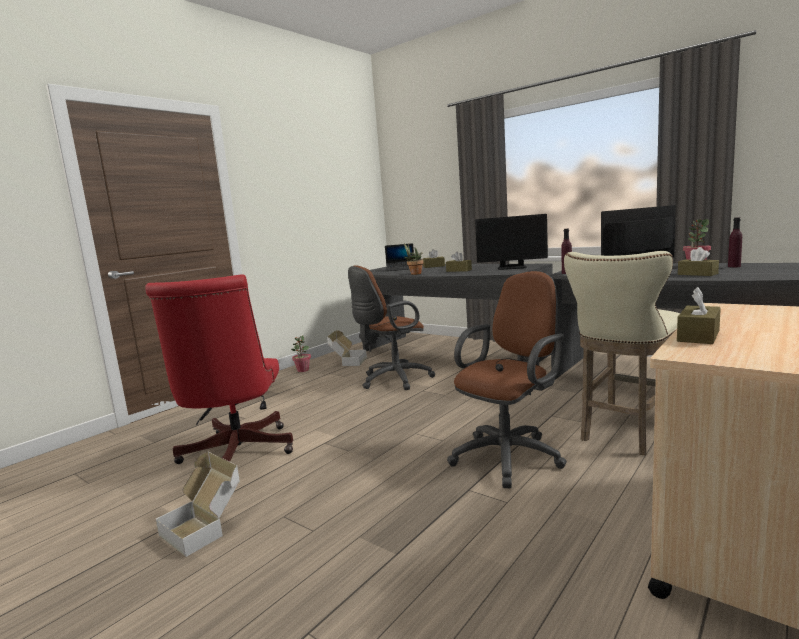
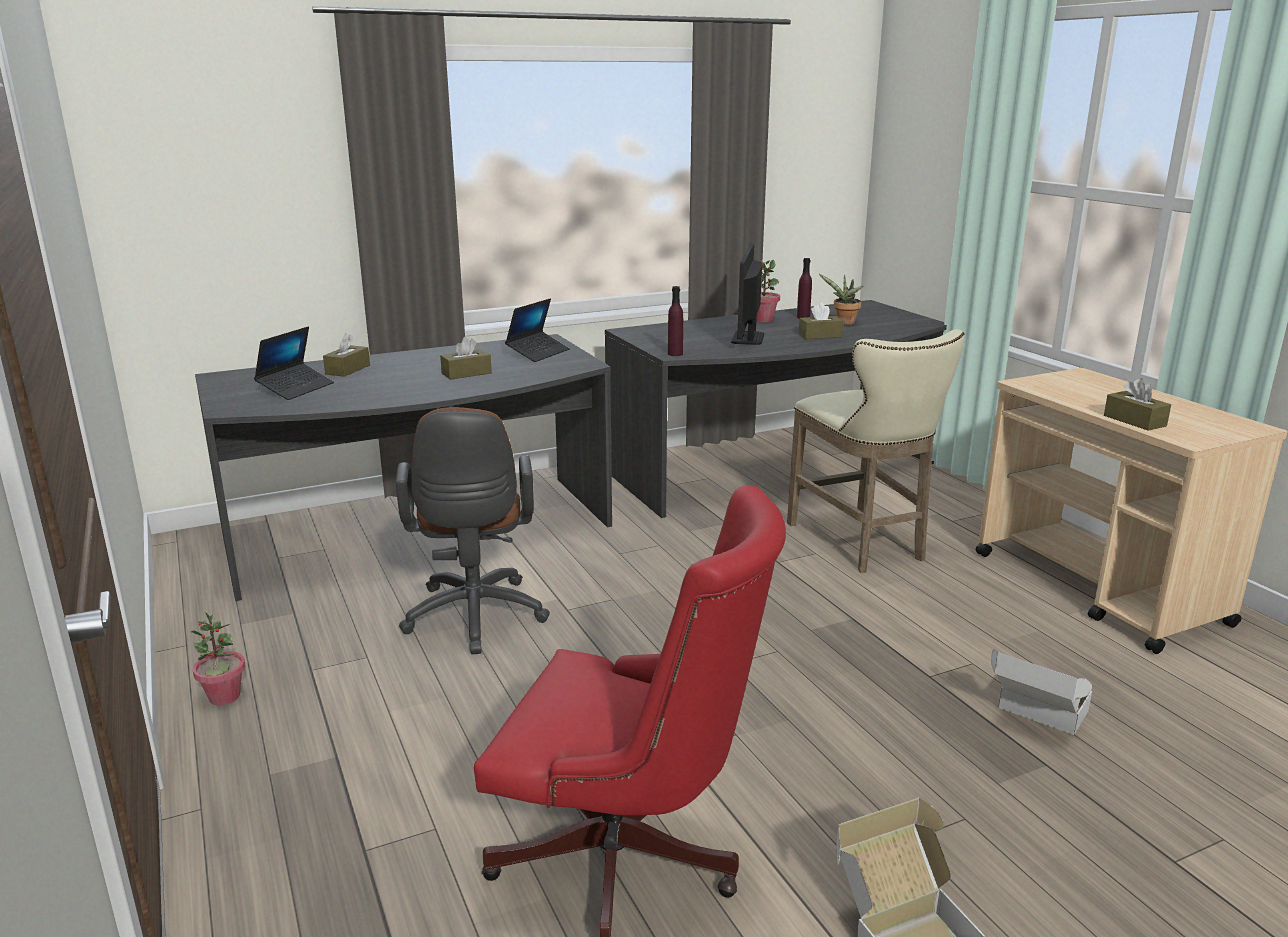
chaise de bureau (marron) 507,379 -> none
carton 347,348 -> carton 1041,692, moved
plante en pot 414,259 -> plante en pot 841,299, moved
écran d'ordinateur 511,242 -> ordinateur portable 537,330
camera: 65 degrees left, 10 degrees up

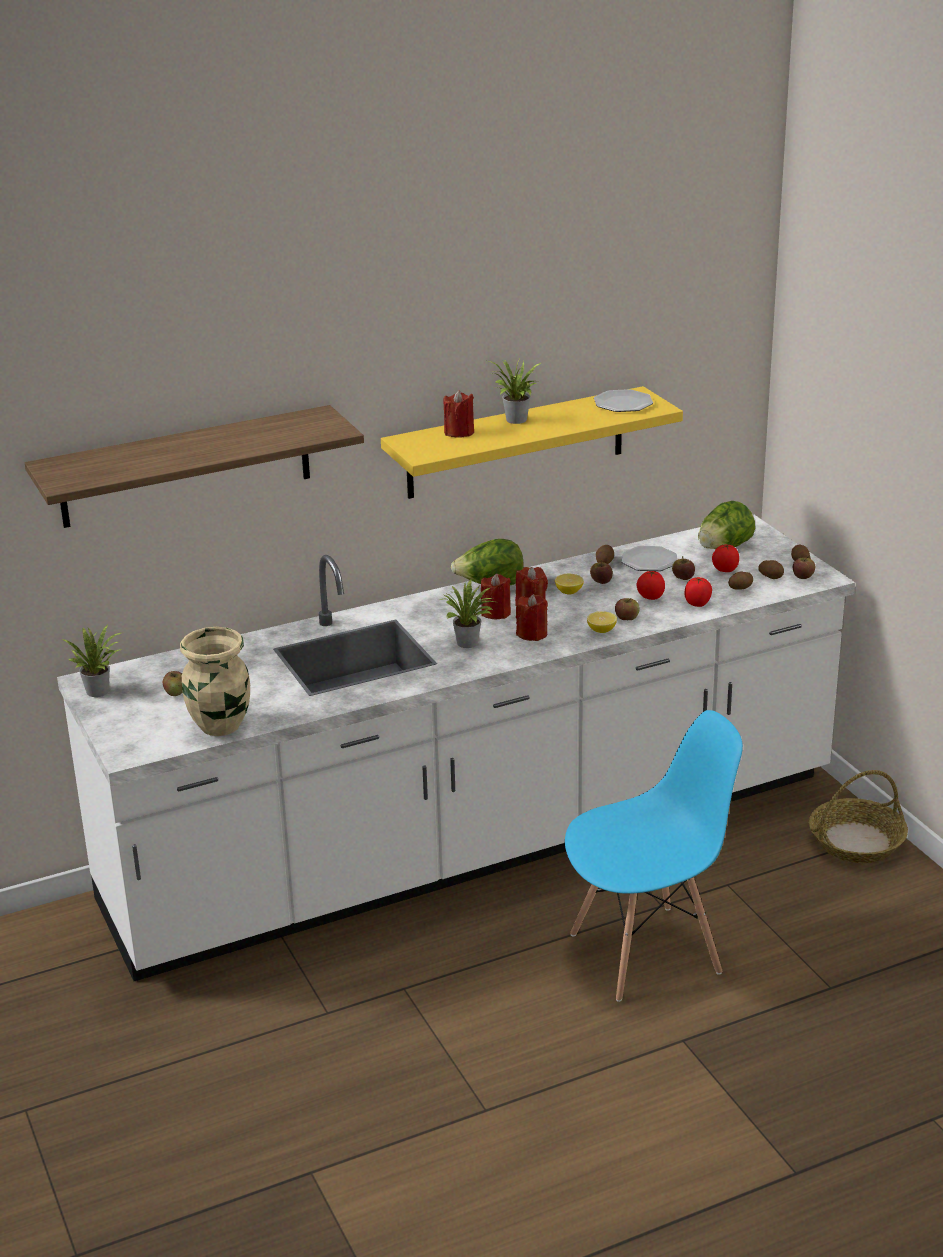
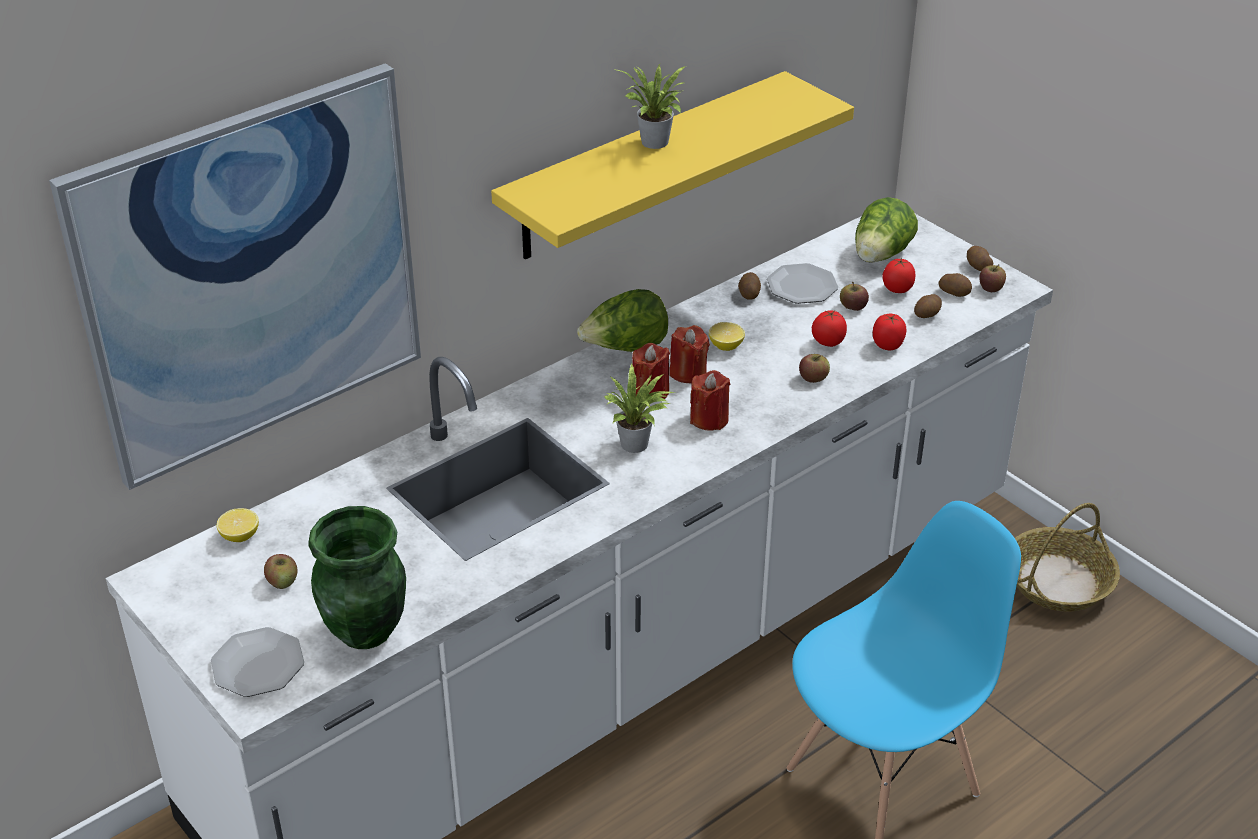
plante en pot 91,660 -> none
bougie (rouge) 458,414 -> none
pomme 601,572 -> none
citron 602,622 -> citron 238,525, moved
assiette 623,400 -> assiette 257,662, moved
étagère 194,466 -> tableau 235,276
vase (beige) 215,681 -> vase (vert) 357,577
camera: 15 degrees left, 10 degrees up

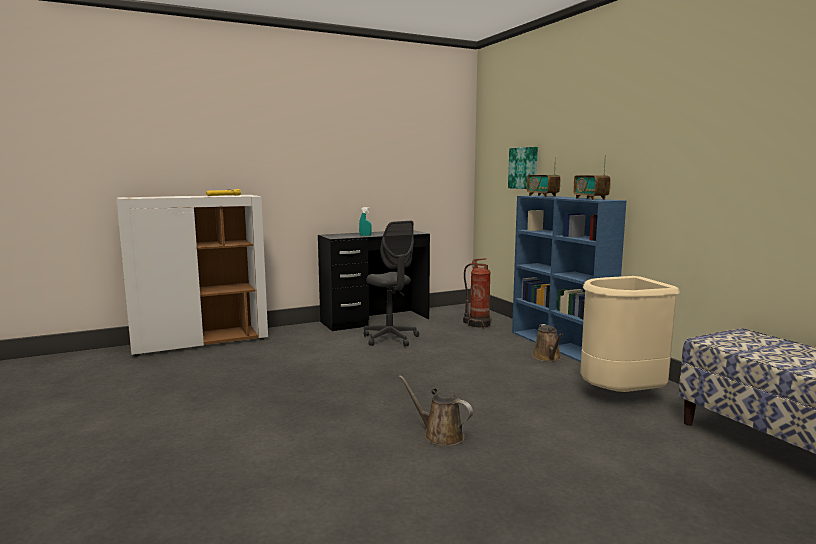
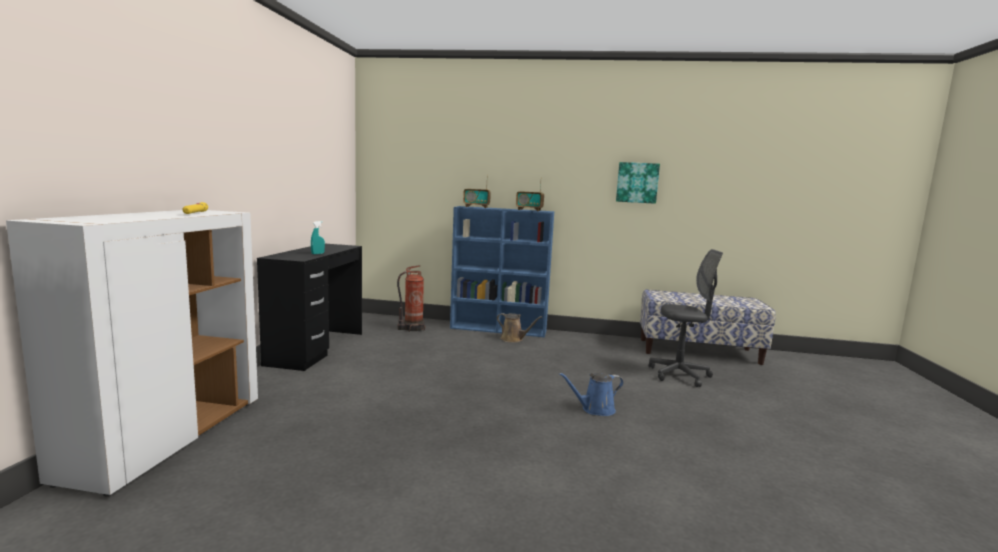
poubelle (beige) 630,334 -> none
chaise de bureau (gris) 391,284 -> chaise de bureau (gris) 686,318, moved
tableau 523,168 -> tableau 638,183, moved
arrosoir (marron) 436,410 -> arrosoir (bleu) 591,394
camera: 55 degrees left, 0 degrees up

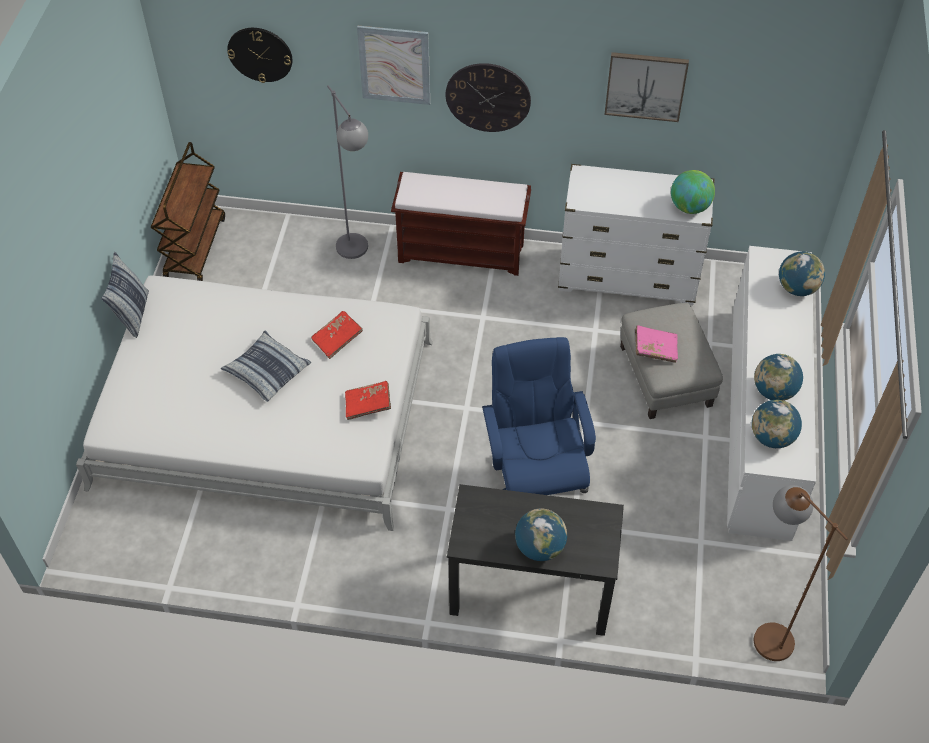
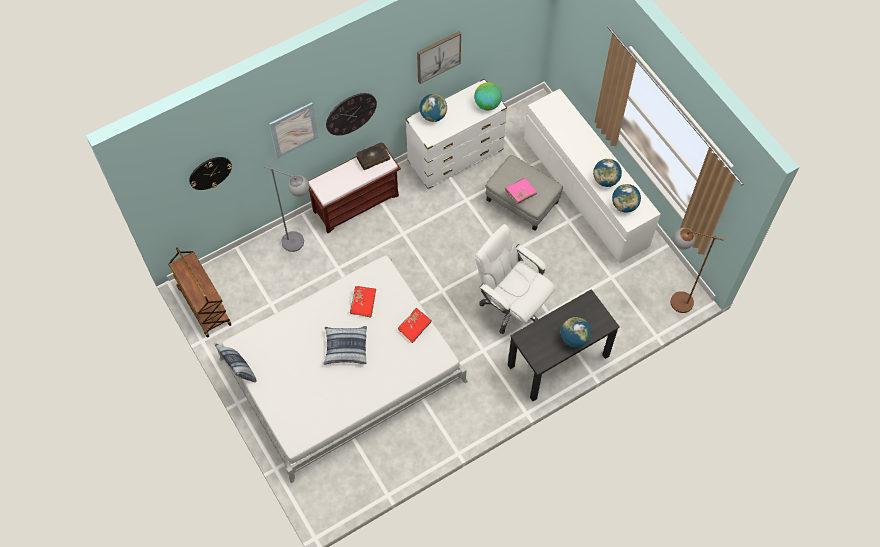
none -> livre 373,156
globe 802,274 -> globe 433,108, moved
chaise de bureau (bleu) 539,416 -> chaise de bureau (blanc) 515,279
camera: 40 degrees left, 10 degrees up

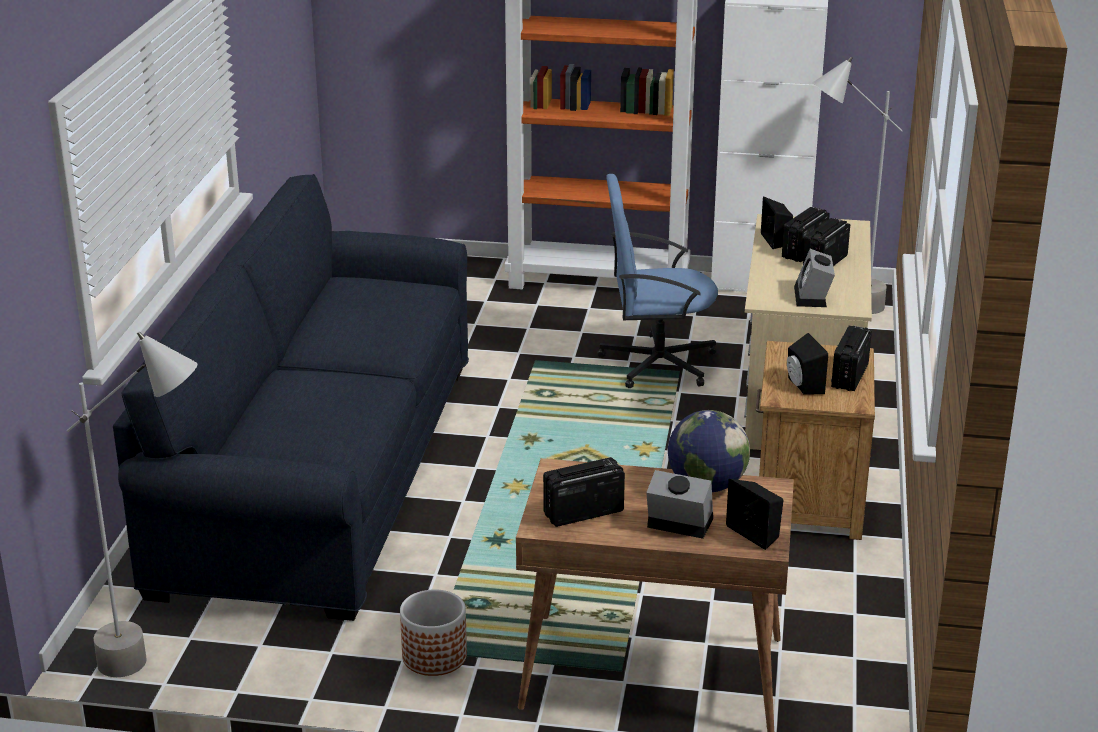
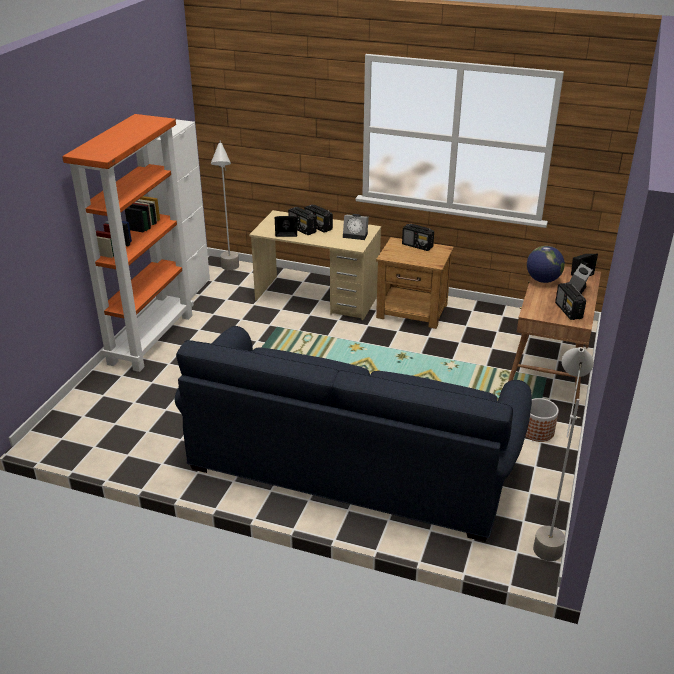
chaise de bureau (bleu) 657,281 -> none
enceinte (noir) 807,364 -> none
camera: 80 degrees left, 5 degrees up

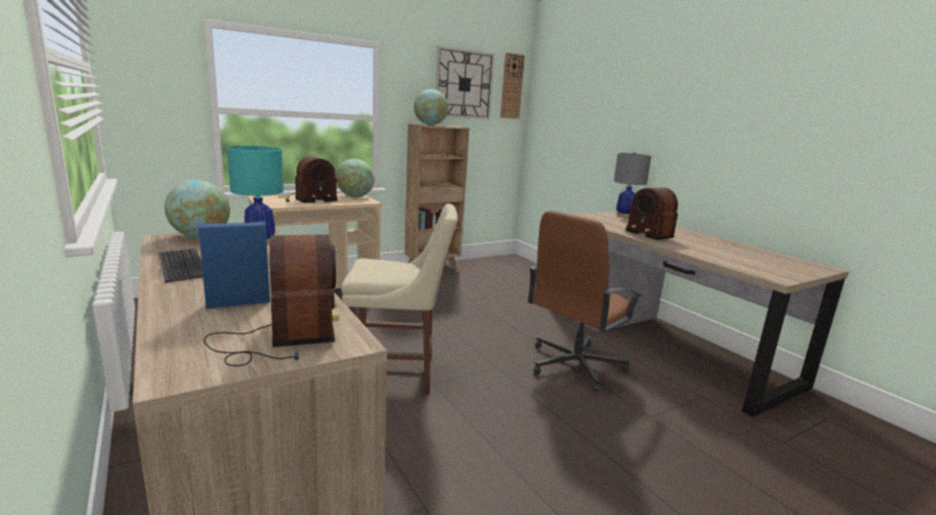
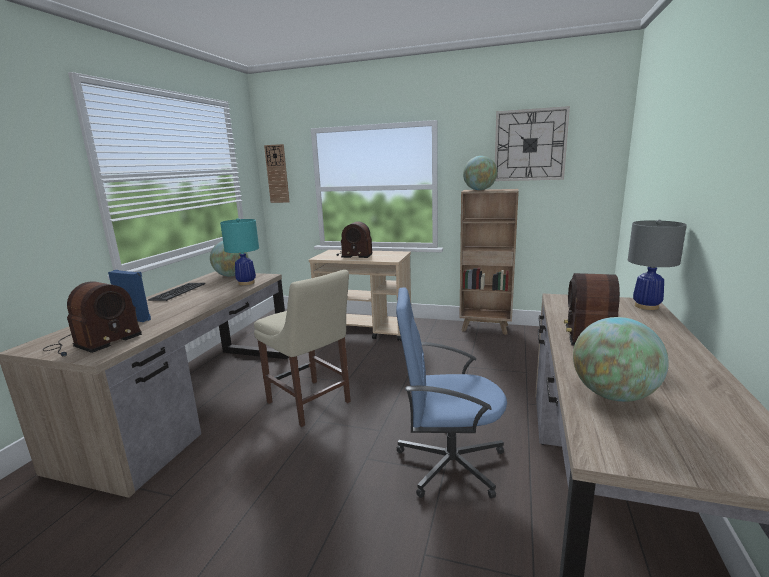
globe 355,178 -> globe 621,359, moved
horloge murale 512,85 -> horloge murale 277,173, moved
chaise de bureau (marron) 584,301 -> chaise de bureau (bleu) 451,393
camera: 50 degrees right, 0 degrees up

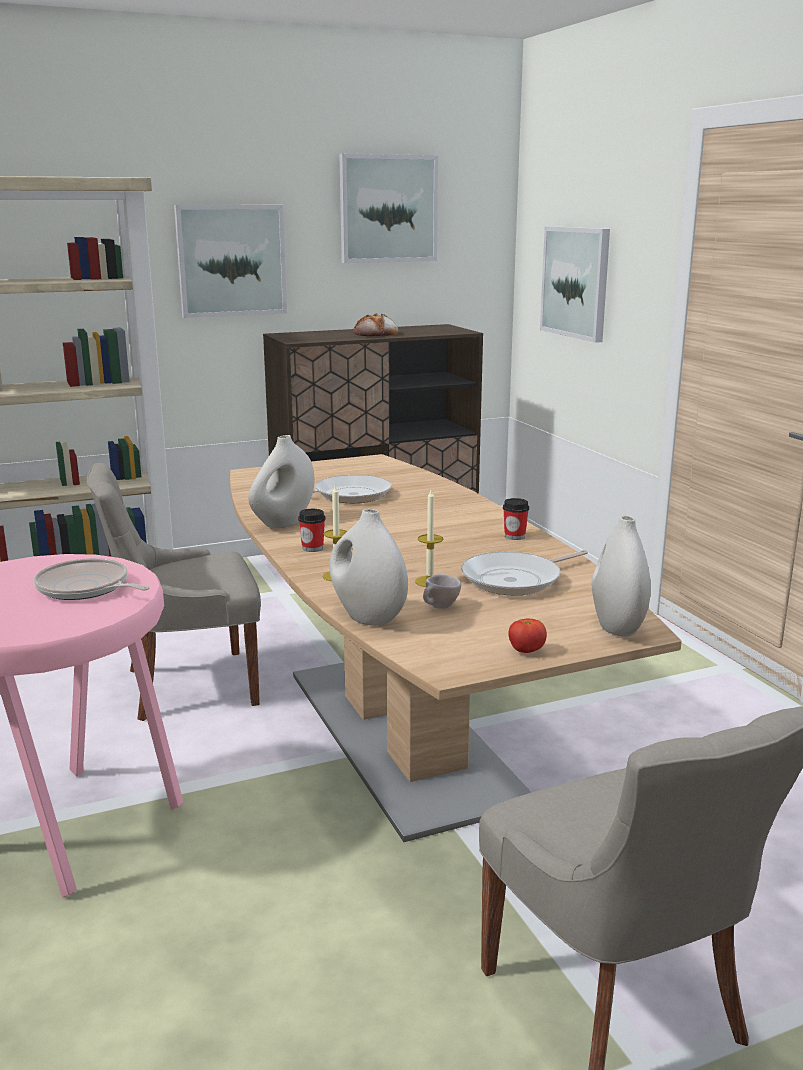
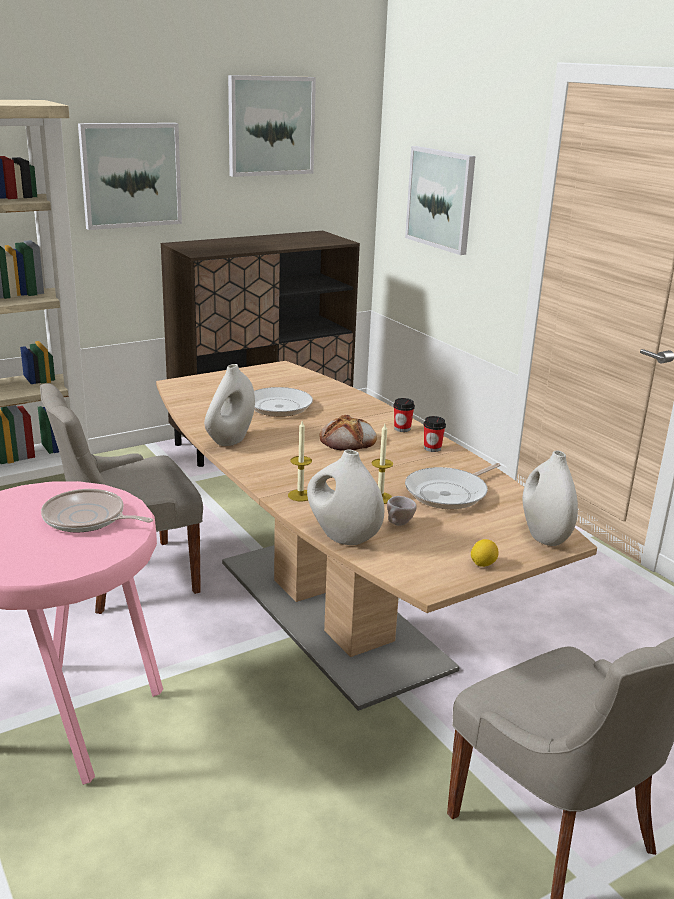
tasse 312,530 -> tasse 404,415, moved
pain 375,324 -> pain 348,433, moved
tomate 527,636 -> citron 485,553
camera: 10 degrees left, 5 degrees up

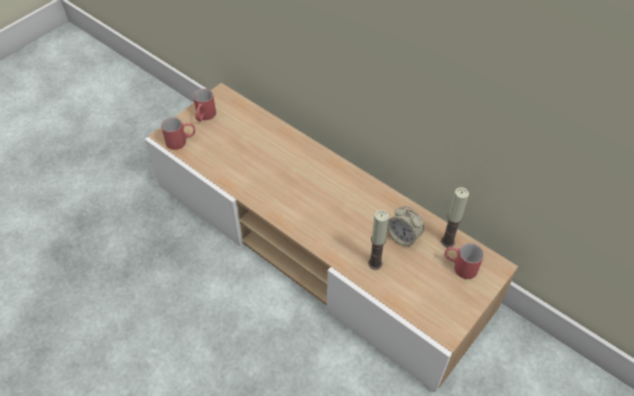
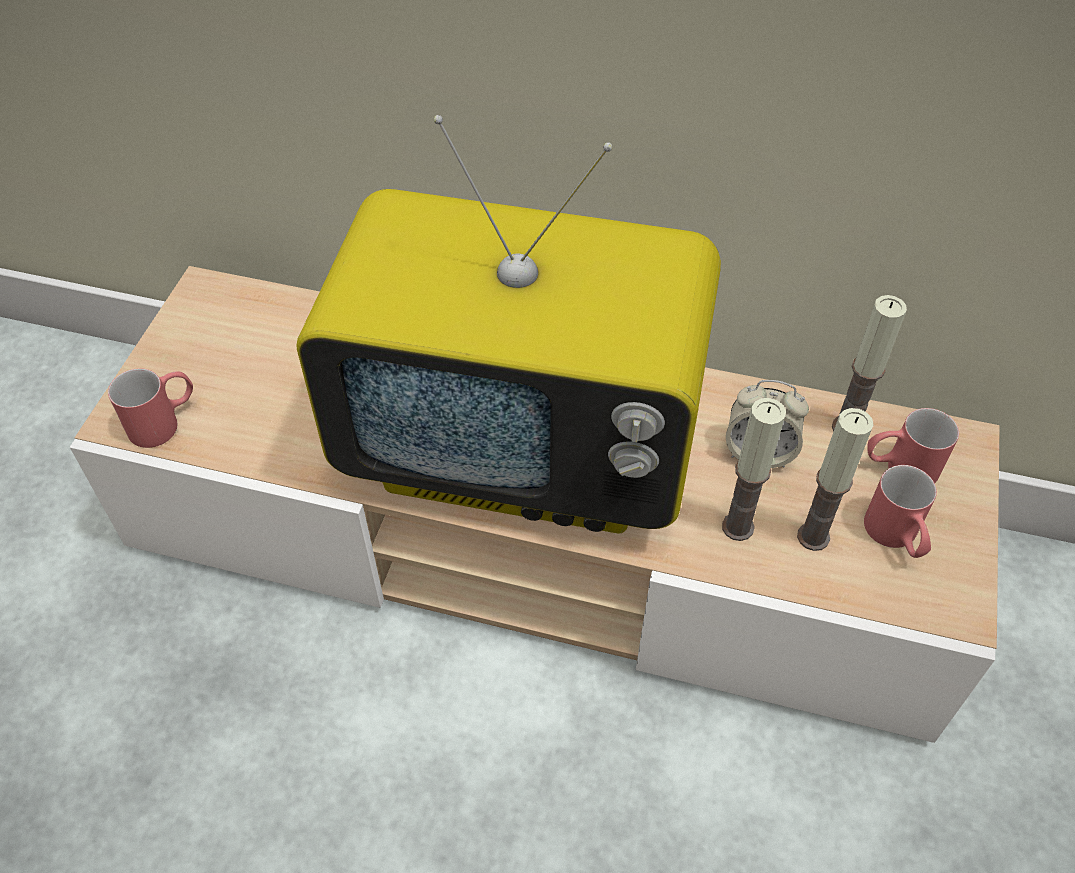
none -> téléviseur 508,324
none -> bougie 835,479
mug (rouge) 204,105 -> mug (rouge) 900,511, moved
camera: 25 degrees left, 0 degrees up

